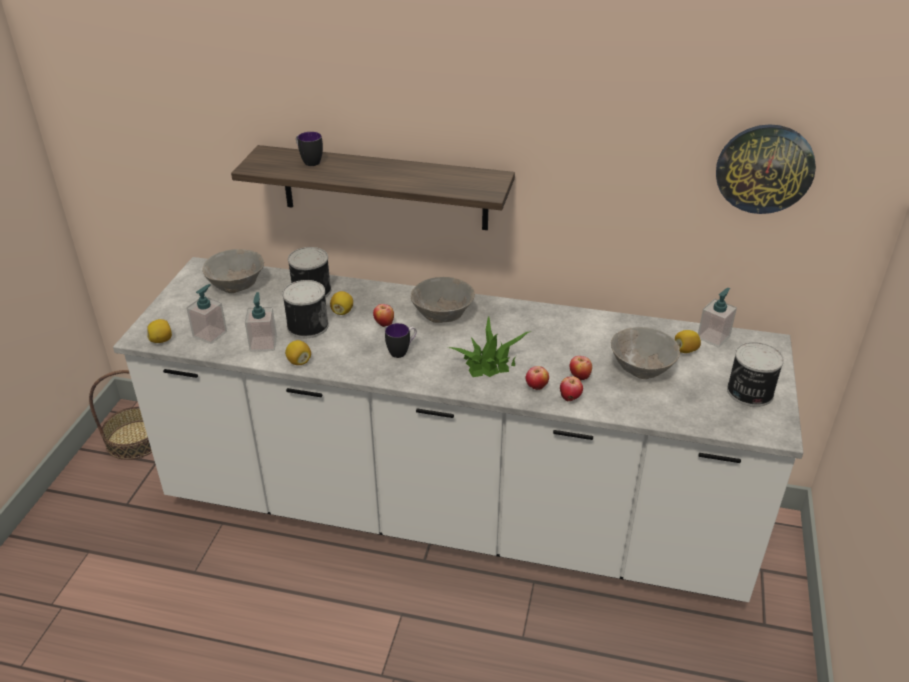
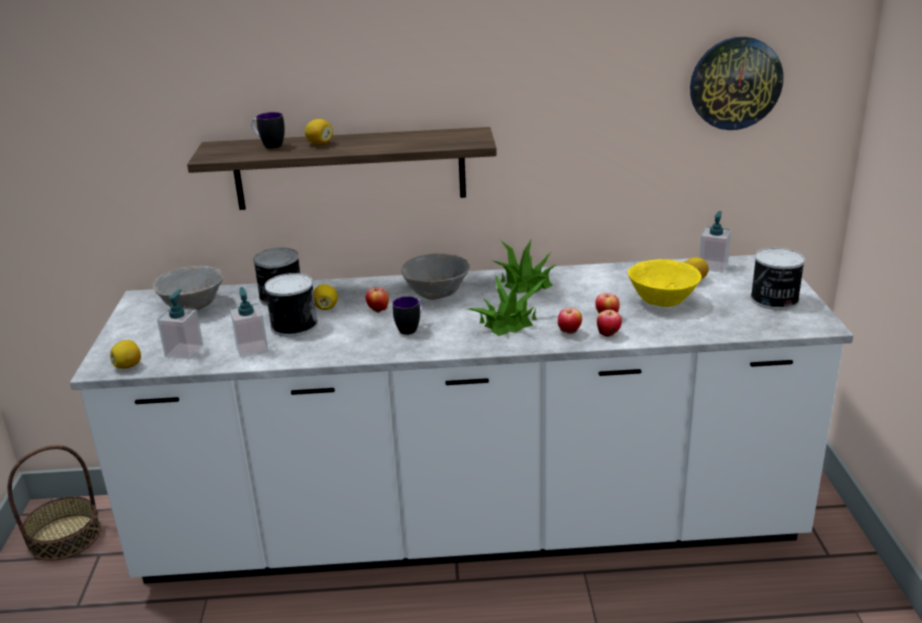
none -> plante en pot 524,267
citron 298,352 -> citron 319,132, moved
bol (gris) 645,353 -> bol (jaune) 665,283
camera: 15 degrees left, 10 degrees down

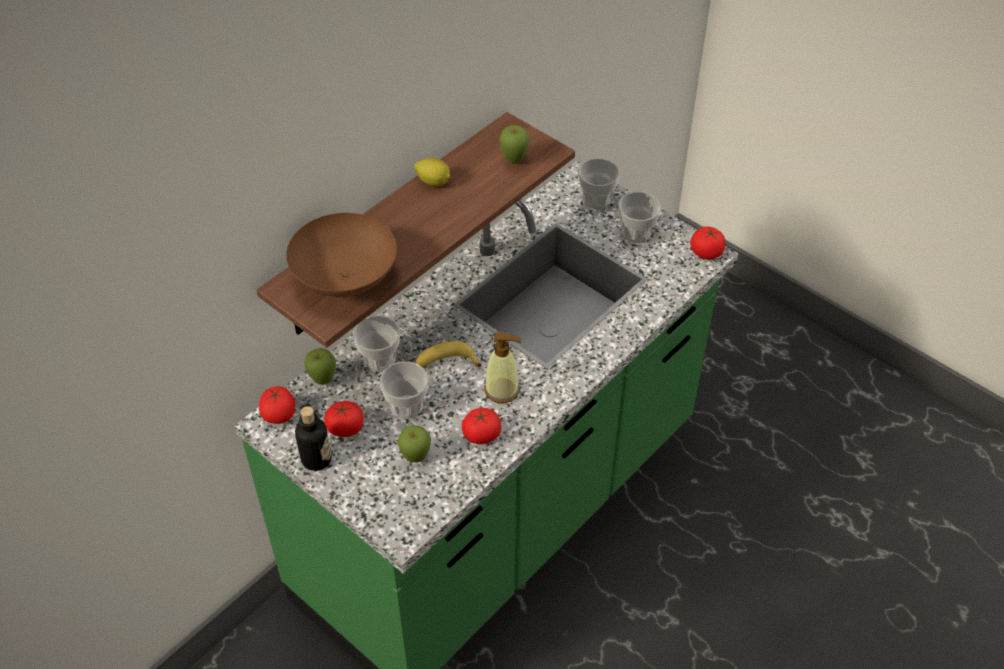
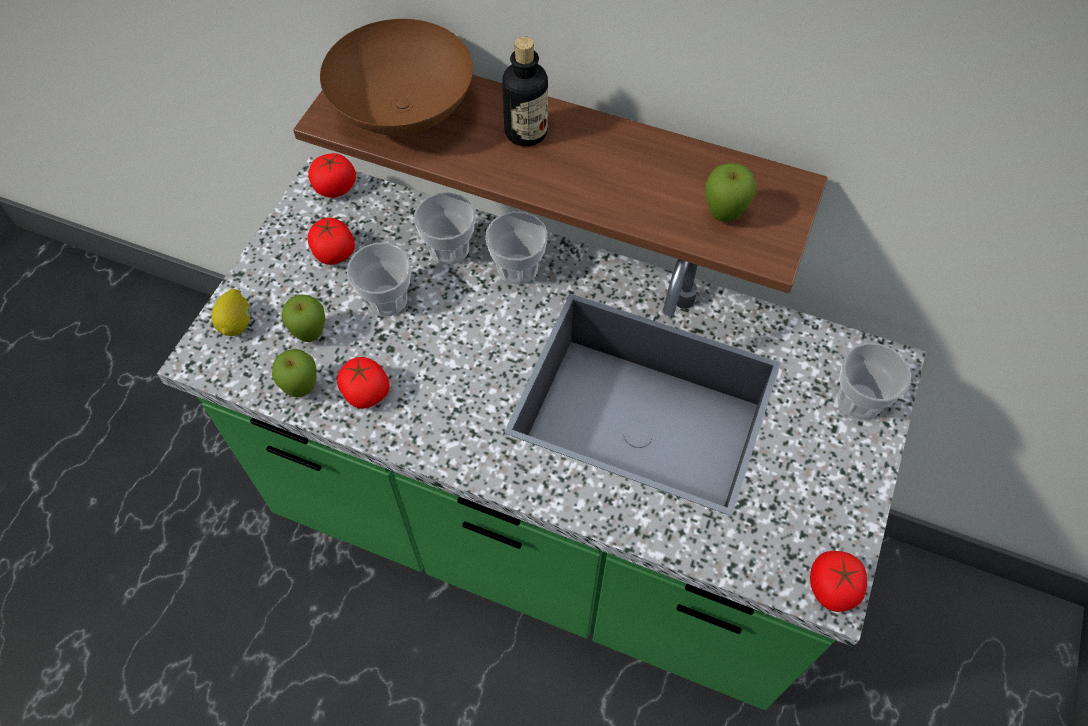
banane 448,354 -> none
distributeur de savon 503,367 -> none
bouteille 313,438 -> bouteille 525,91, moved
pomme 320,366 -> pomme 294,373, moved
citron 432,172 -> citron 231,312, moved
tasse 639,217 -> tasse 516,248, moved
camera: 70 degrees right, 10 degrees up

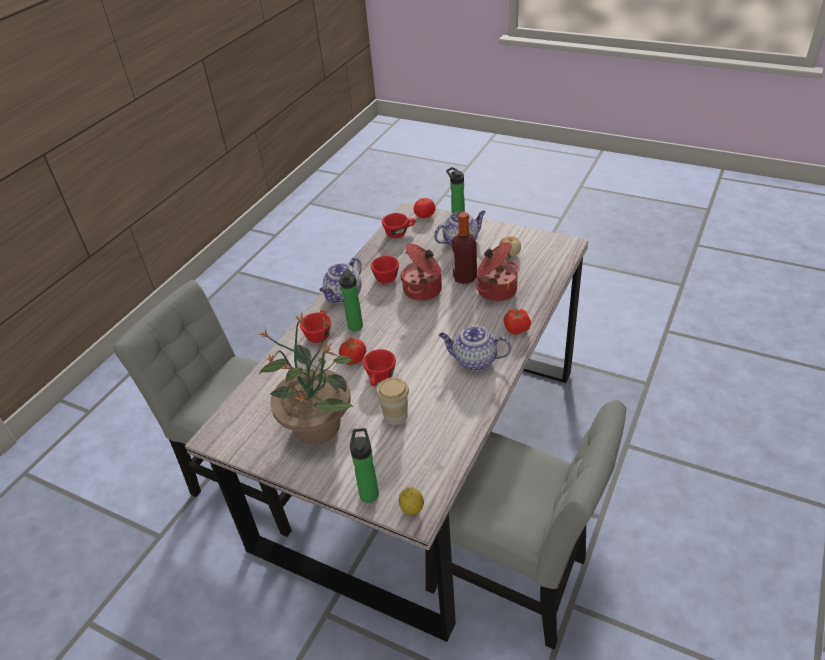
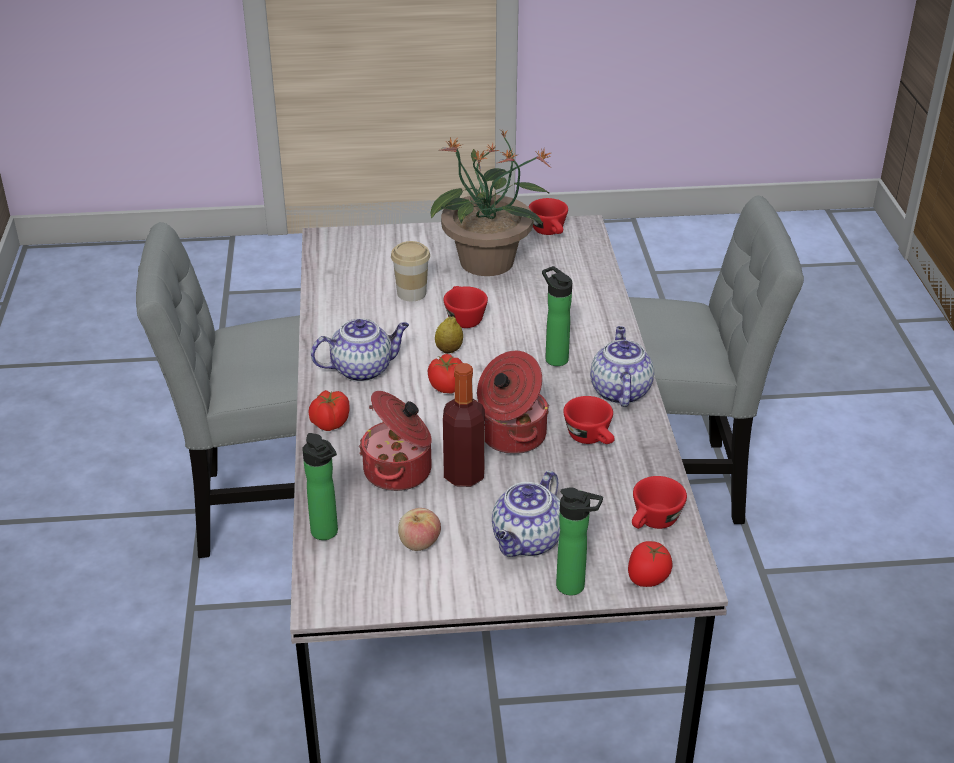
tasse (rouge) 315,326 -> tasse (rouge) 548,216, moved
tomate 352,351 -> tomate 445,374, moved
bouteille 364,465 -> bouteille 320,486, moved
citron 411,501 -> citron 449,335, moved
camera: 145 degrees right, 5 degrees down

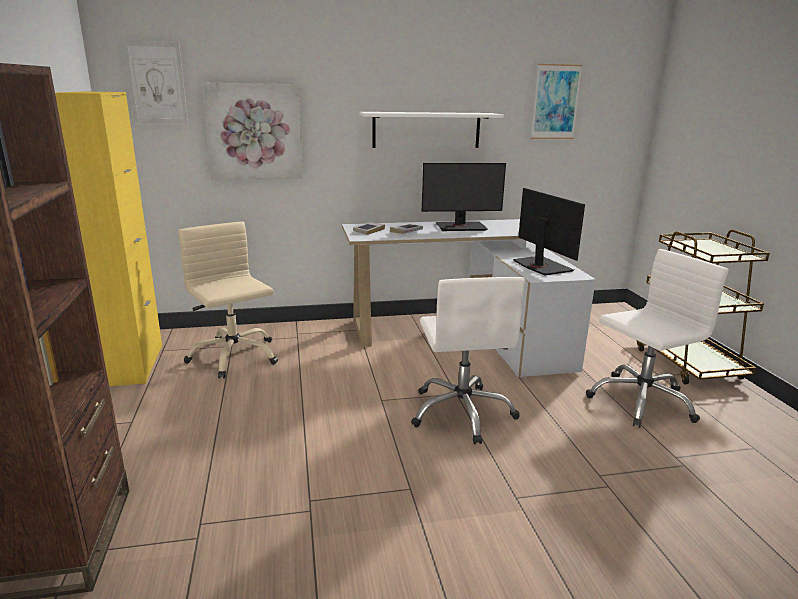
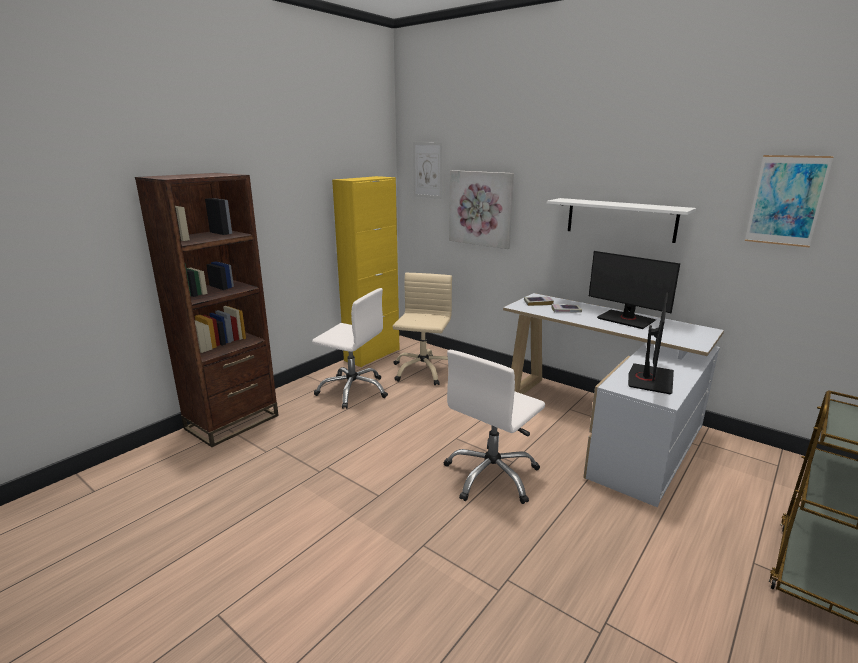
chaise de bureau (blanc) 657,338 -> chaise de bureau (blanc) 350,348, moved
camera: 50 degrees right, 0 degrees up

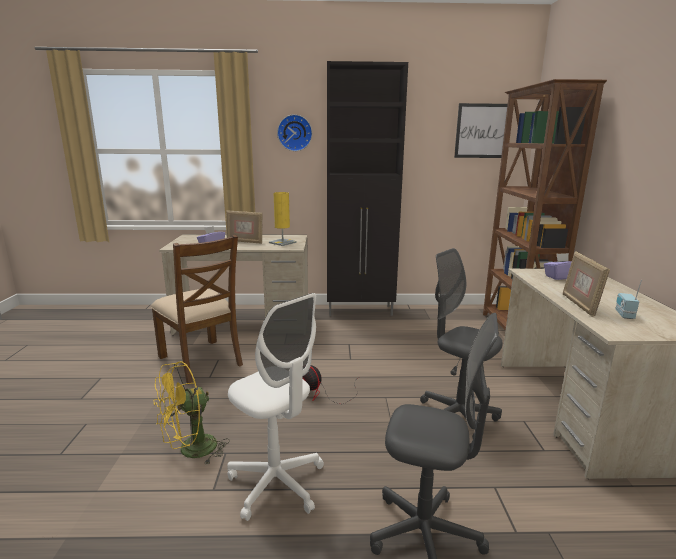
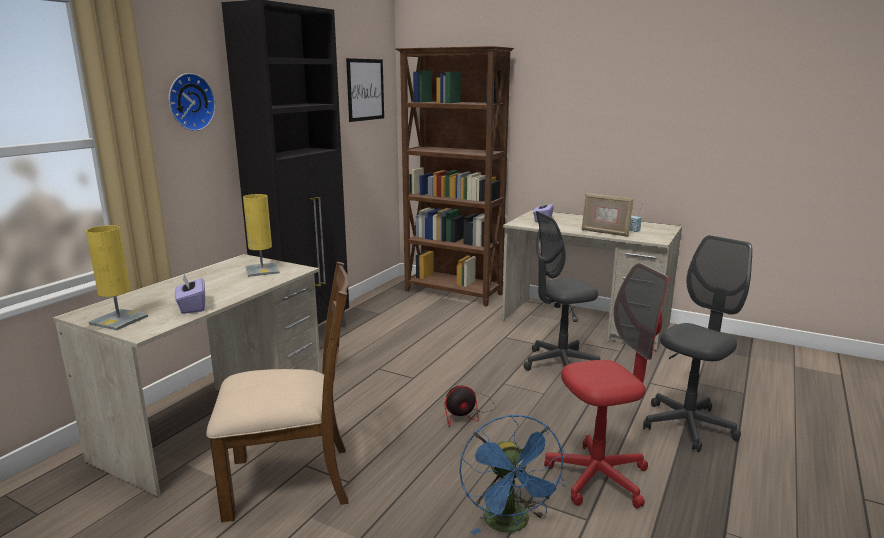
cadre photo 244,227 -> none
none -> lampe de table (jaune) 117,277
ventilateur (jaune) 192,413 -> ventilateur (bleu) 513,474
chaise de bureau (blanc) 275,407 -> chaise de bureau (rouge) 606,386
camera: 60 degrees left, 0 degrees up

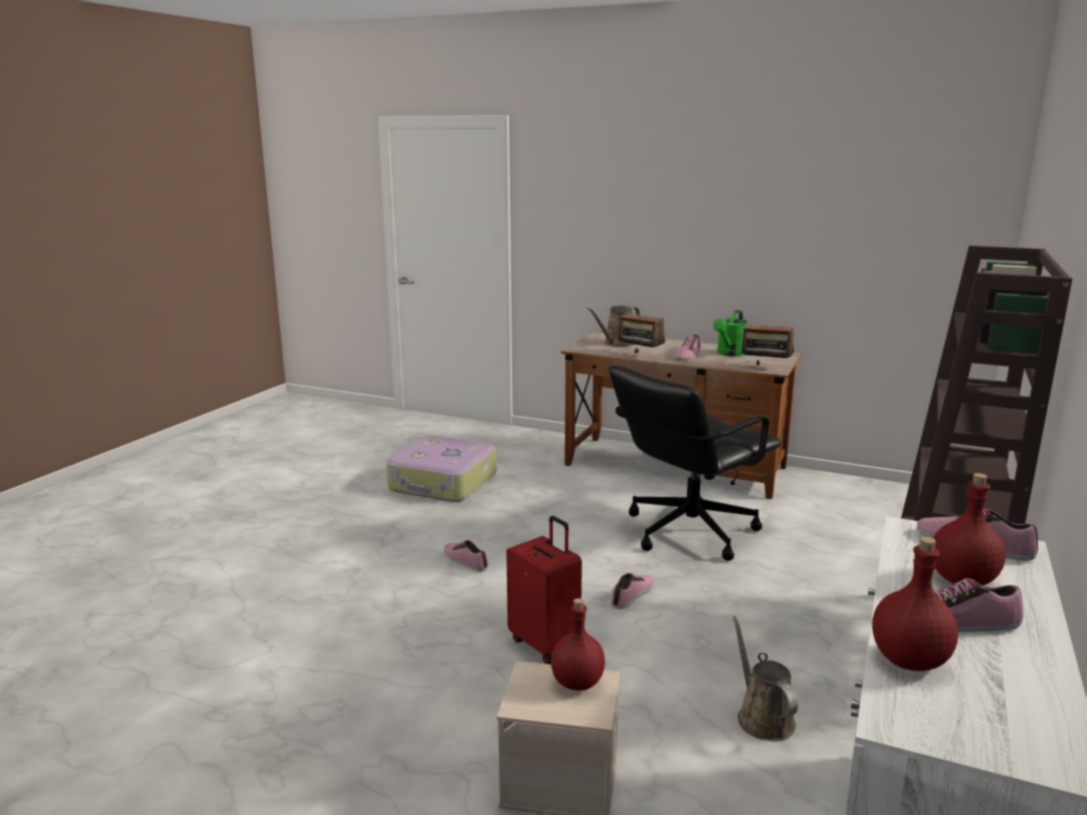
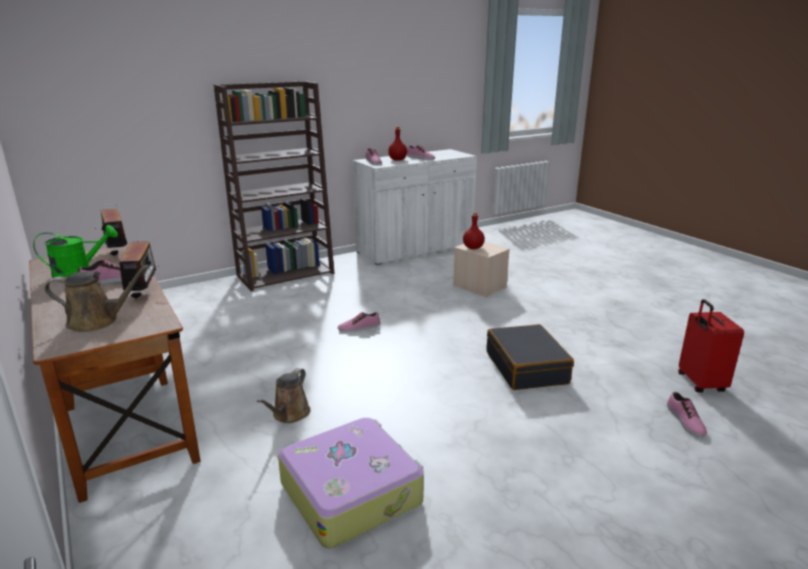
chaise de bureau (noir) 695,463 -> none
bouteille (rouge) 915,604 -> none
none -> valise (noir) 530,357
chaussure 466,556 -> chaussure 687,414, moved
valise (rouge) 544,590 -> valise (rouge) 711,346, moved
arrosoir (marron) 765,679 -> arrosoir (marron) 284,395, moved
camera: 145 degrees left, 5 degrees up

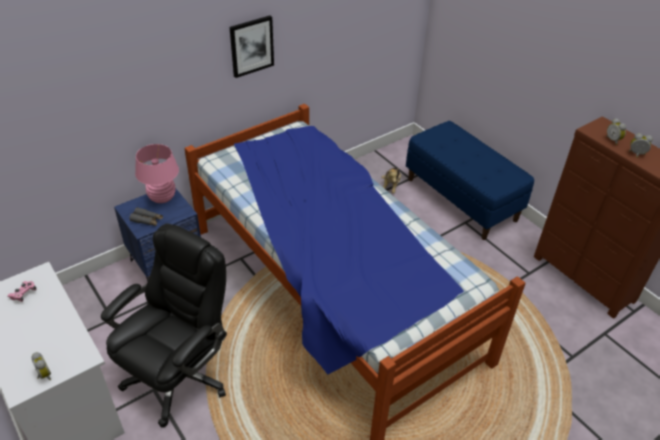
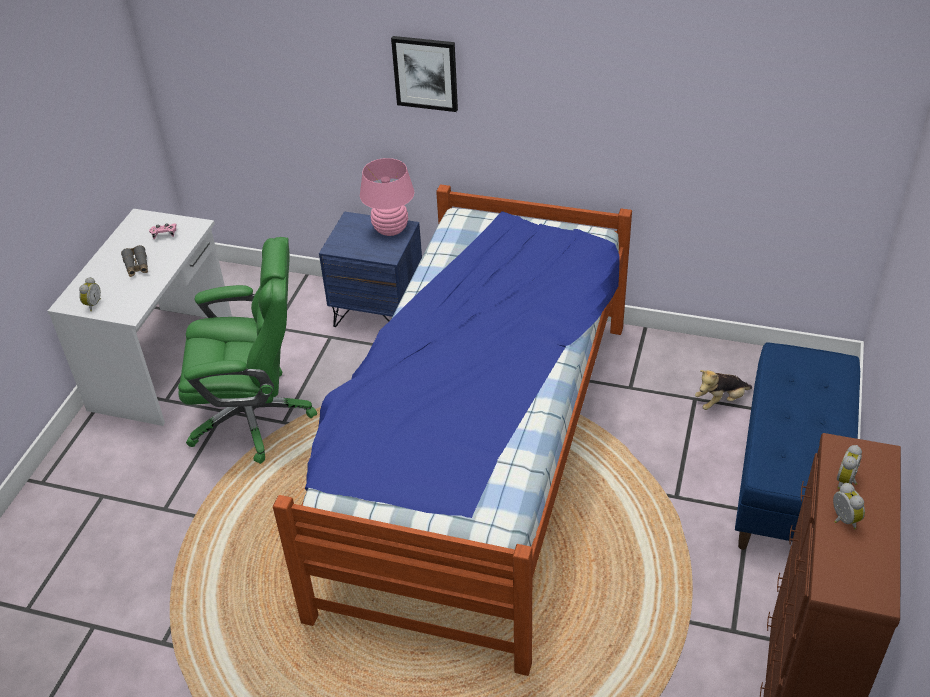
jumelles (gris) 146,216 -> jumelles (gris) 134,261, moved
tableau 252,47 -> tableau 424,74, moved
chaise de bureau (noir) 164,325 -> chaise de bureau (vert) 247,350
camera: 55 degrees right, 0 degrees up

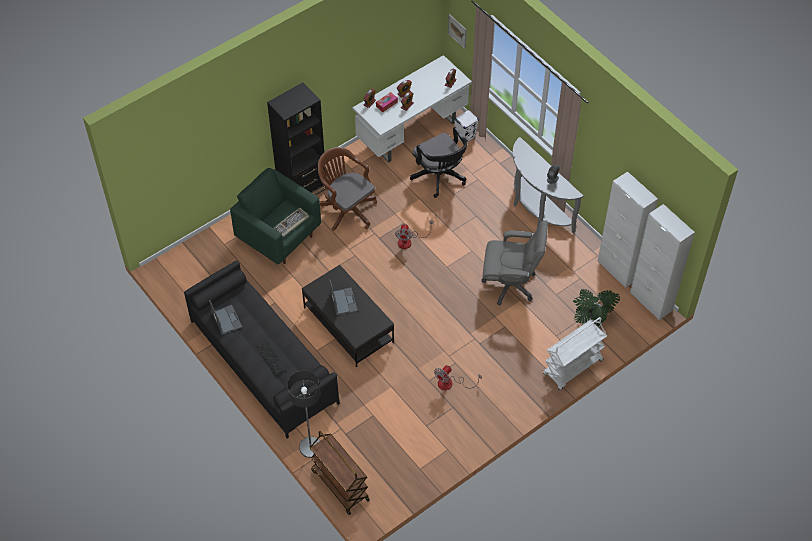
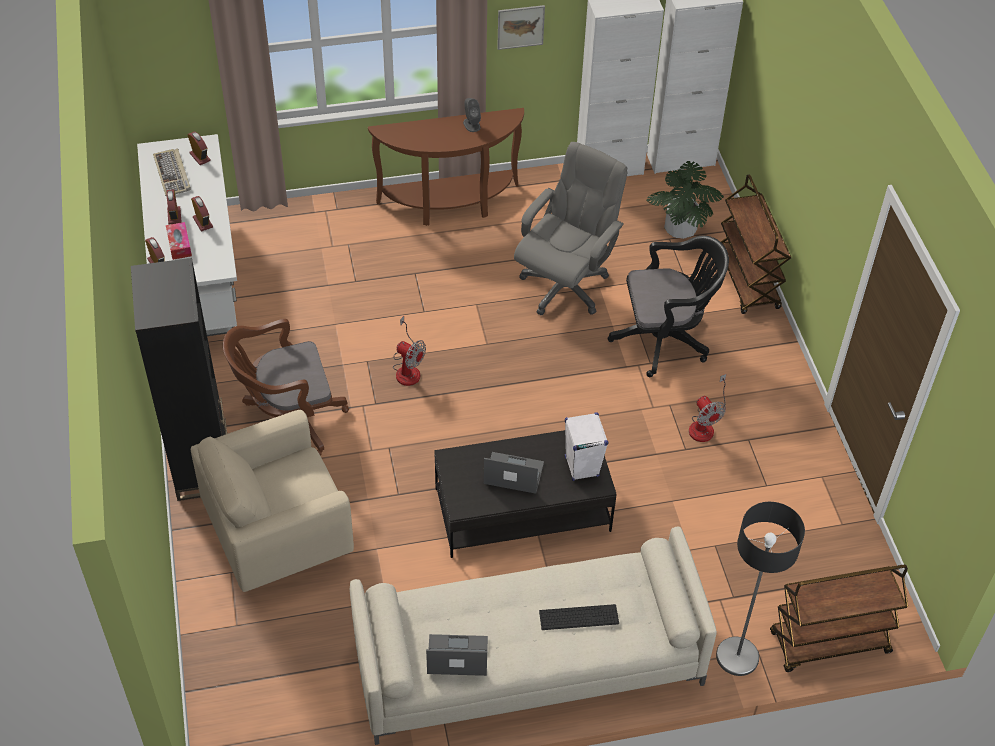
clavier 291,222 -> clavier 172,172, moved
chaise de bureau (noir) 439,162 -> chaise de bureau (noir) 668,306, moved
tableau 457,31 -> tableau 521,27, moved
enceinte (blanc) 466,126 -> enceinte (blanc) 587,446, moved
canapé (noir) 262,349 -> canapé (beige) 533,635
fauteuil (vert) 275,216 -> fauteuil (beige) 272,501
table console (gris) 548,185 -> table console (marron) 446,167
chariot (blanc) 575,354 -> chariot (marron) 756,244
camera: 65 degrees left, 5 degrees down

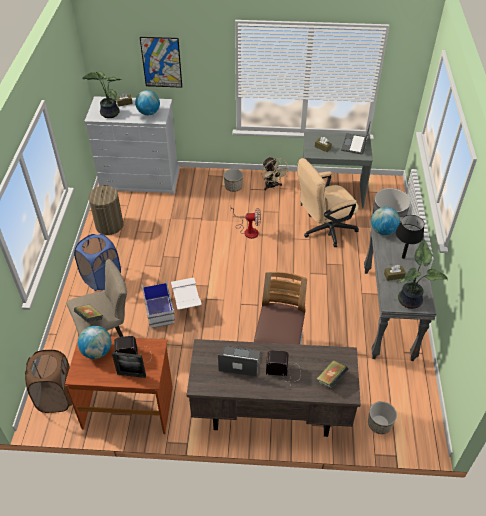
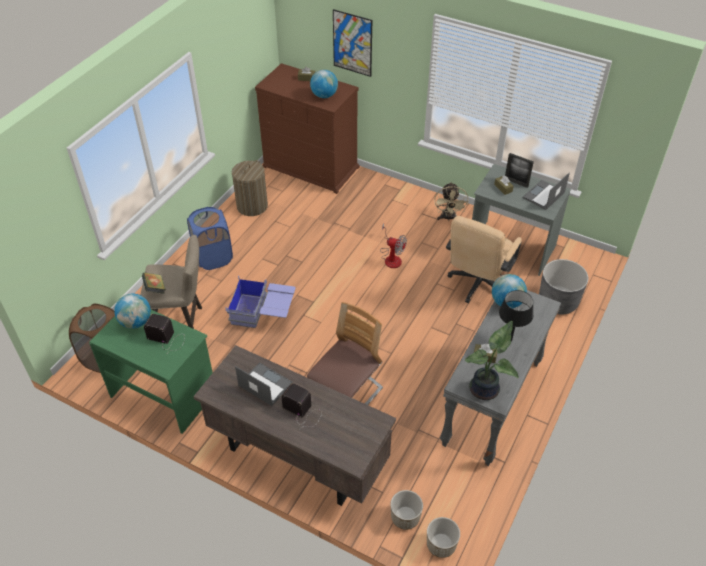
plante en pot 102,94 -> none
livre 332,374 -> none
cadre photo 129,365 -> cadre photo 519,170, moved
cache-pot 233,180 -> cache-pot 443,537, moved
bureau (marron) 119,385 -> bureau (vert) 151,372
commode (blanc) 132,145 -> commode (marron) 307,128
boîte de rangement (blanc) 171,303 -> boîte de rangement (bleu) 260,302
chaise de bureau (beige) 328,202 -> chaise de bureau (beige) 484,259, 60 degrees counterclockwise
camera: 25 degrees right, 0 degrees up

